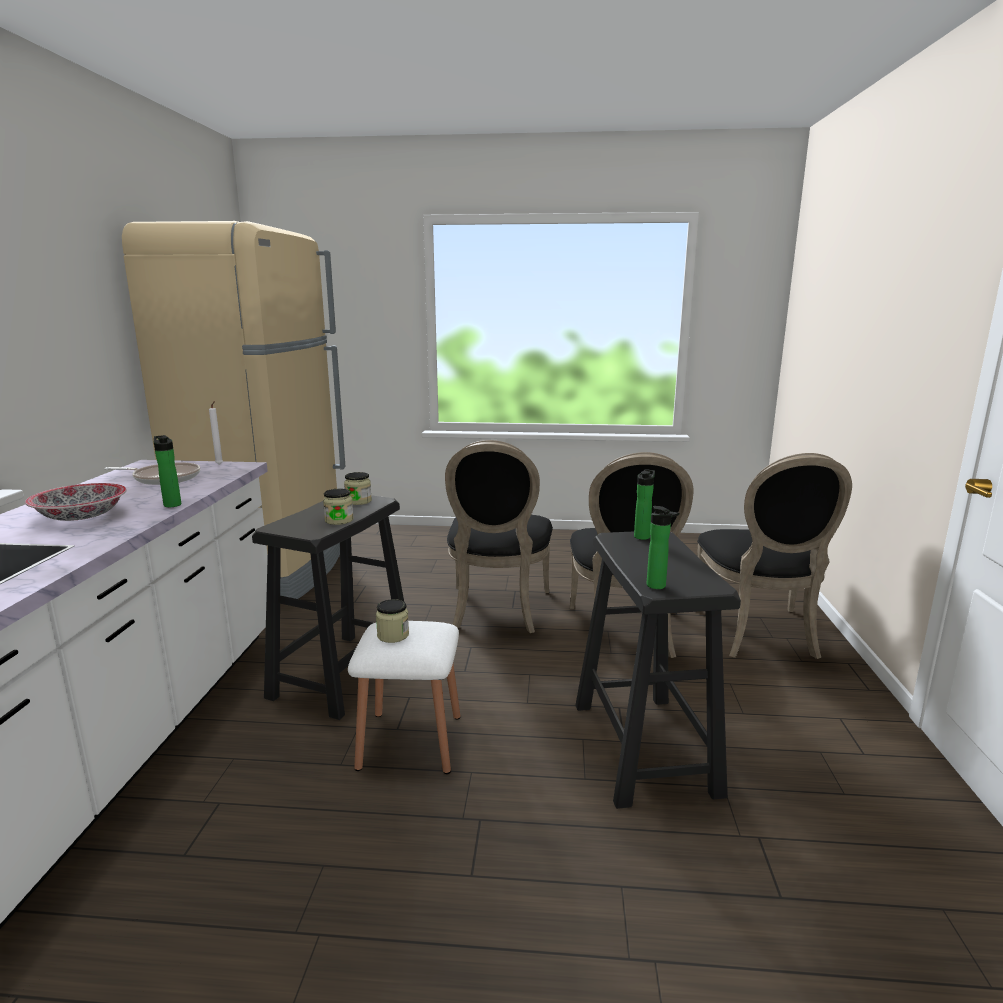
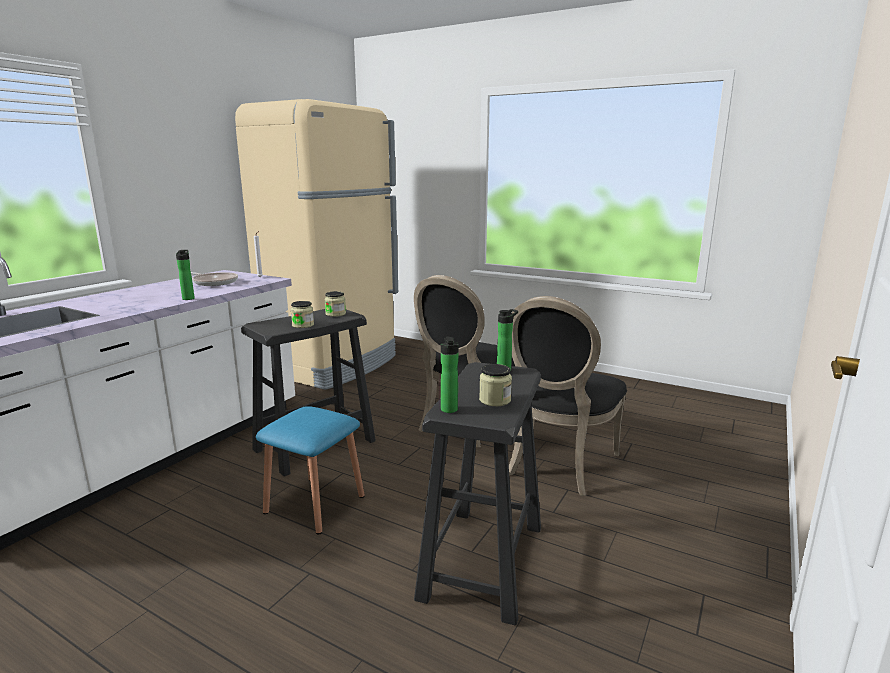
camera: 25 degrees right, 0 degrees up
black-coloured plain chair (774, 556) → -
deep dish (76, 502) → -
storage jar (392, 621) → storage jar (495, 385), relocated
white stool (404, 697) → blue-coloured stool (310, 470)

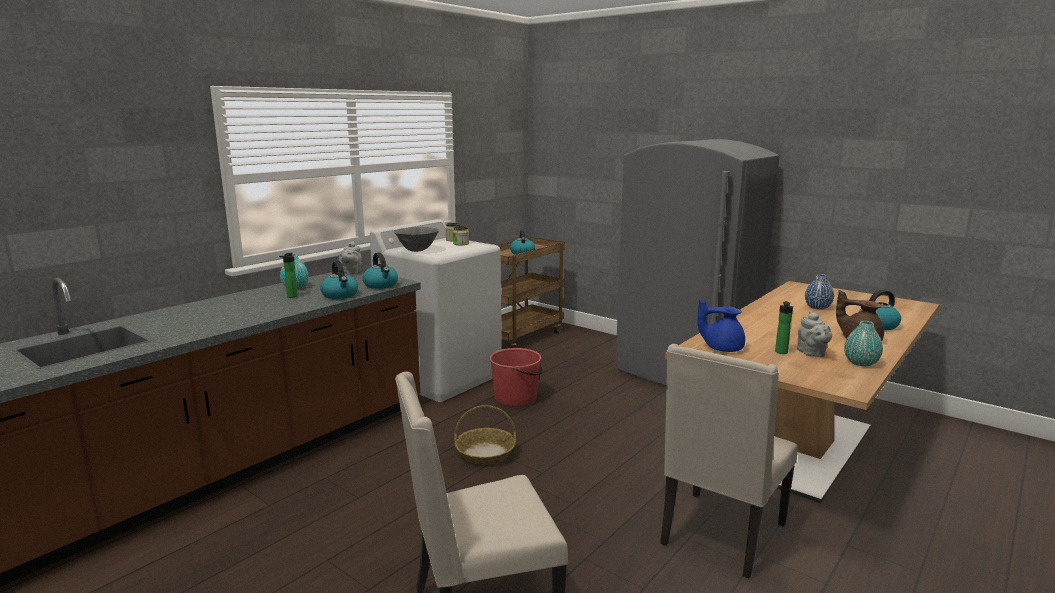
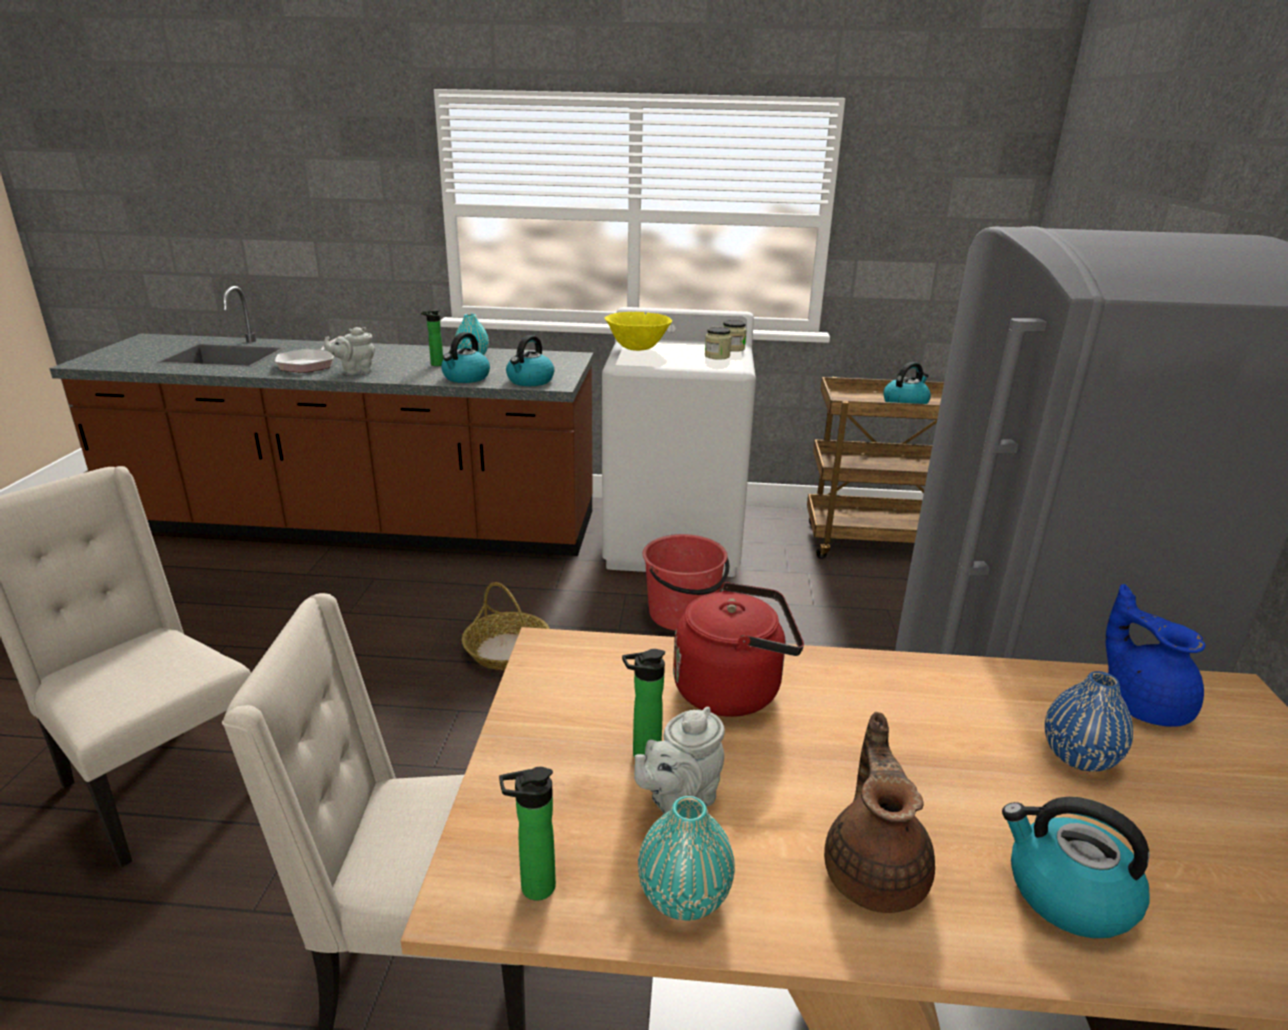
camera: 55 degrees right, 10 degrees up
grey deep dish (416, 239) → yellowish deep dish (638, 331)
grey tea pot (350, 257) → grey tea pot (349, 351), relocated
blue-coloured tea pot (721, 325) → blue-coloured tea pot (1156, 655), relocated
- → skillet (309, 354)
- → red-coloured kettle (738, 649)
- → drink bottle (527, 833)

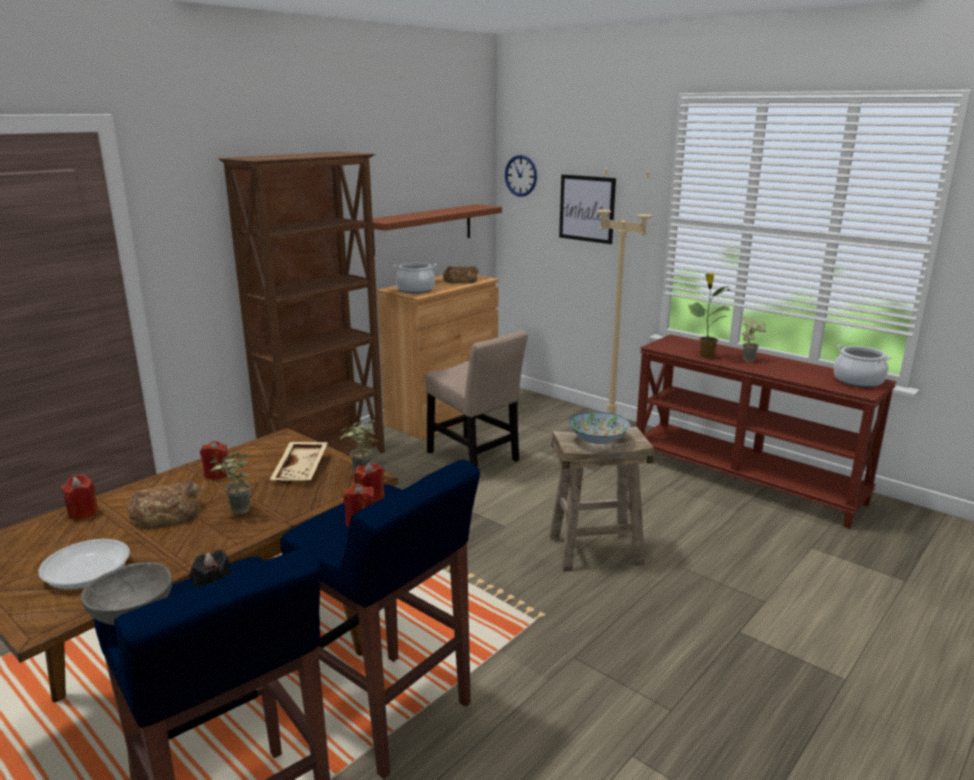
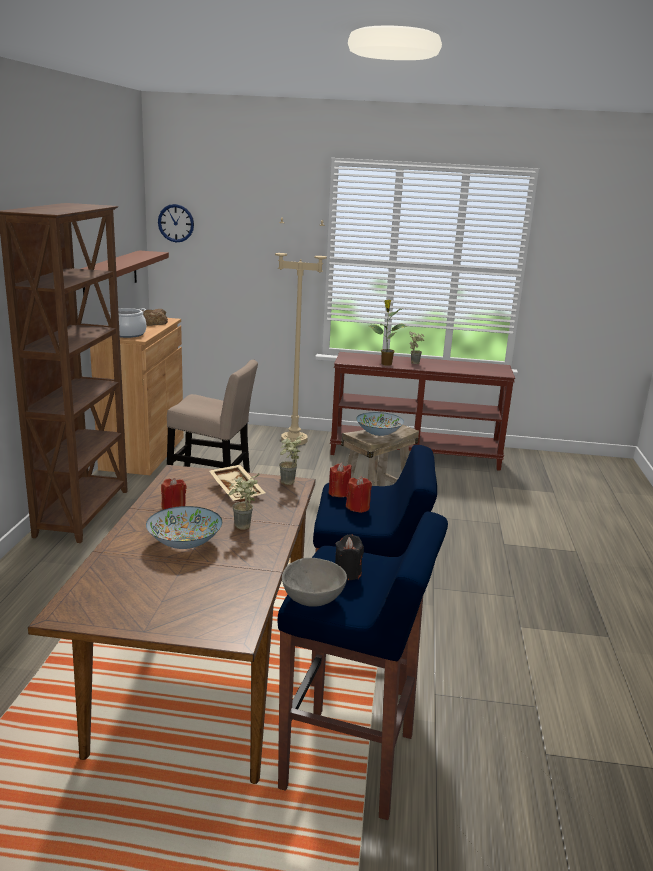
camera: 35 degrees left, 0 degrees up
wall picture (587, 209) → -
cooking pot (863, 366) → -
red-coloured wax candle (80, 497) → -
bread (163, 505) → deep dish (184, 527)
skillet (84, 564) → -

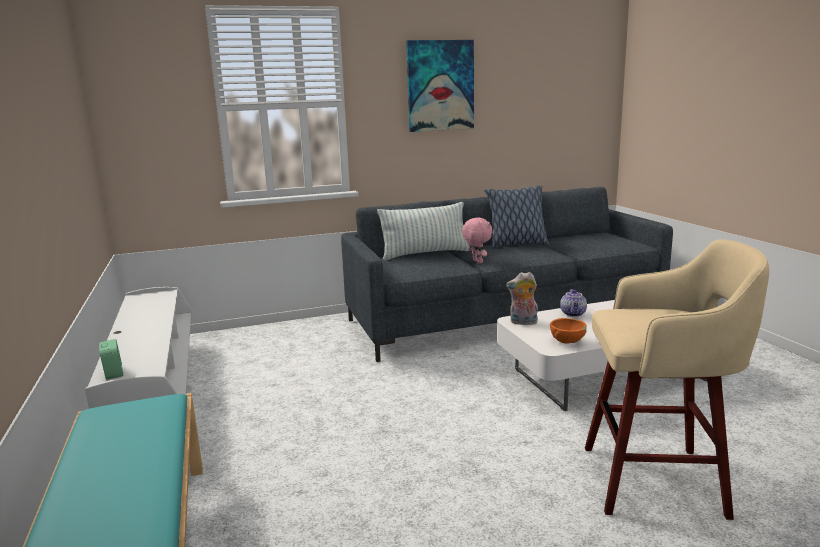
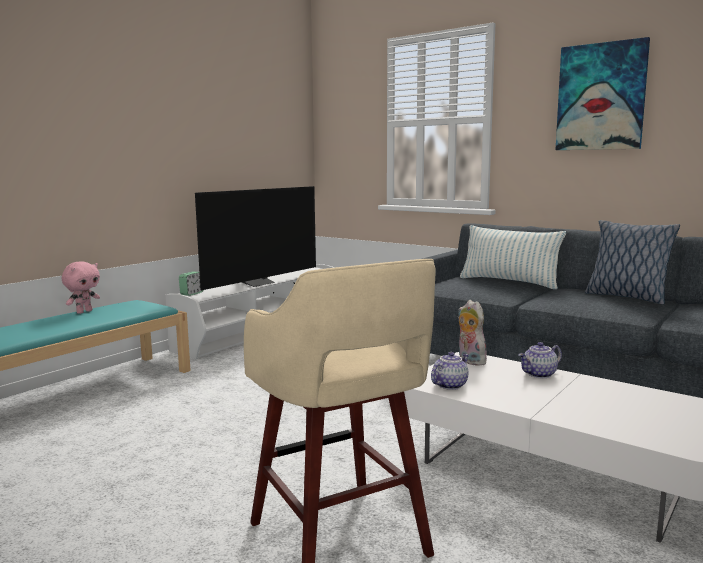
camera: 55 degrees right, 5 degrees down
pink soft toy (477, 240) → pink soft toy (81, 287), relocated
orangey deep dish (568, 331) → tea pot (450, 371)
- → television (255, 238)

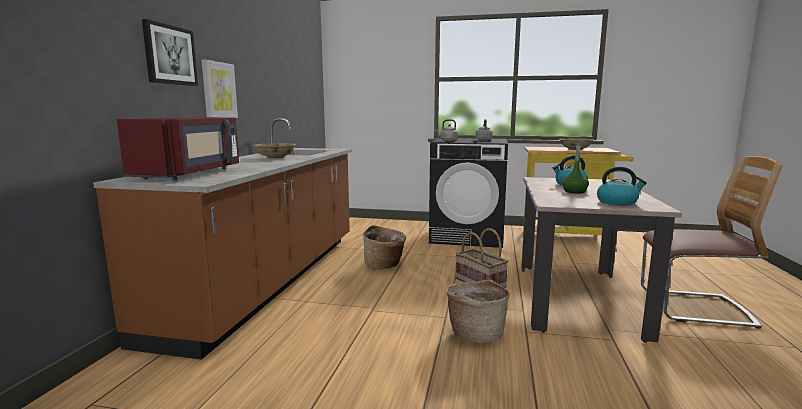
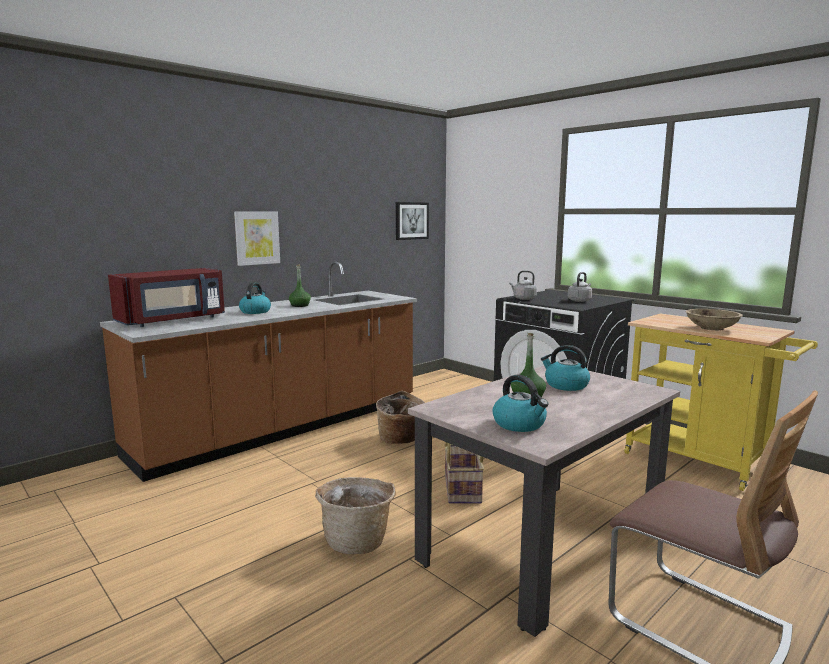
camera: 35 degrees right, 0 degrees up
wall picture (170, 52) → wall picture (412, 221), relocated
sand-coloured deep dish (275, 151) → green-coloured drink bottle (300, 285)
- → kettle (255, 298)

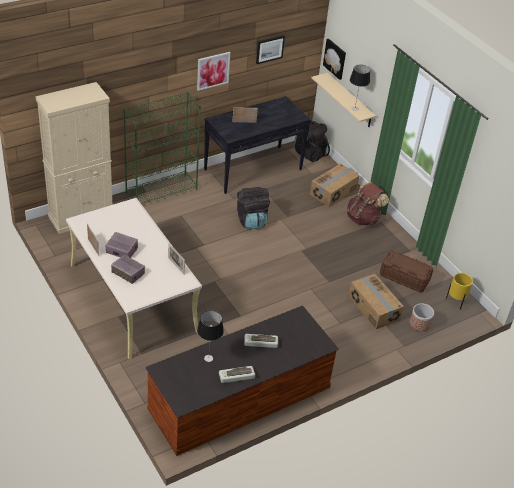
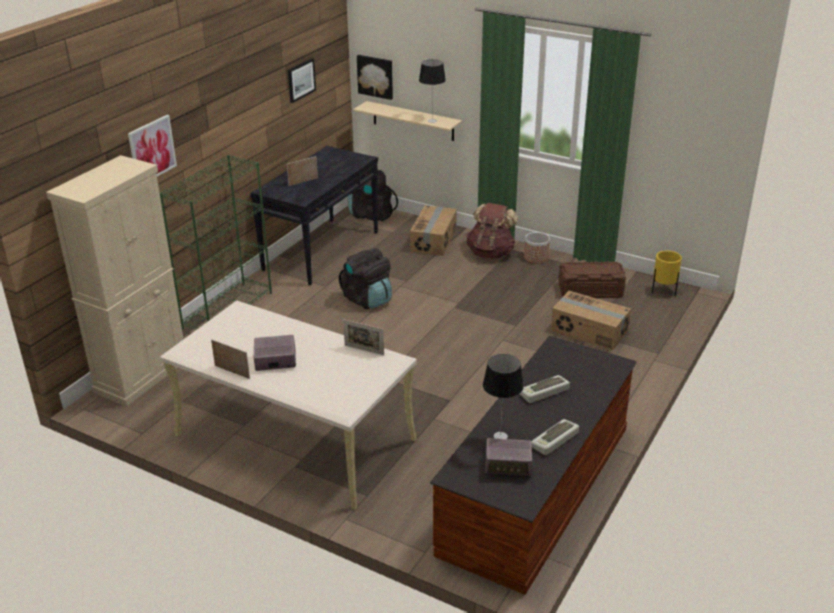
camera: 25 degrees left, 10 degrees down
wall picture (213, 71) → wall picture (152, 145), relocated
radio (128, 269) → radio (508, 457), relocated
planter (422, 317) → planter (537, 248), relocated

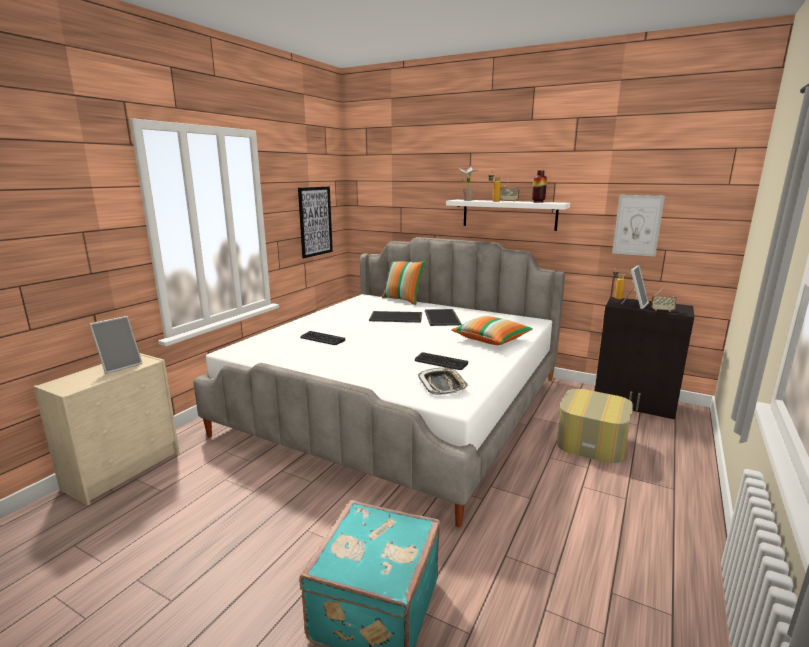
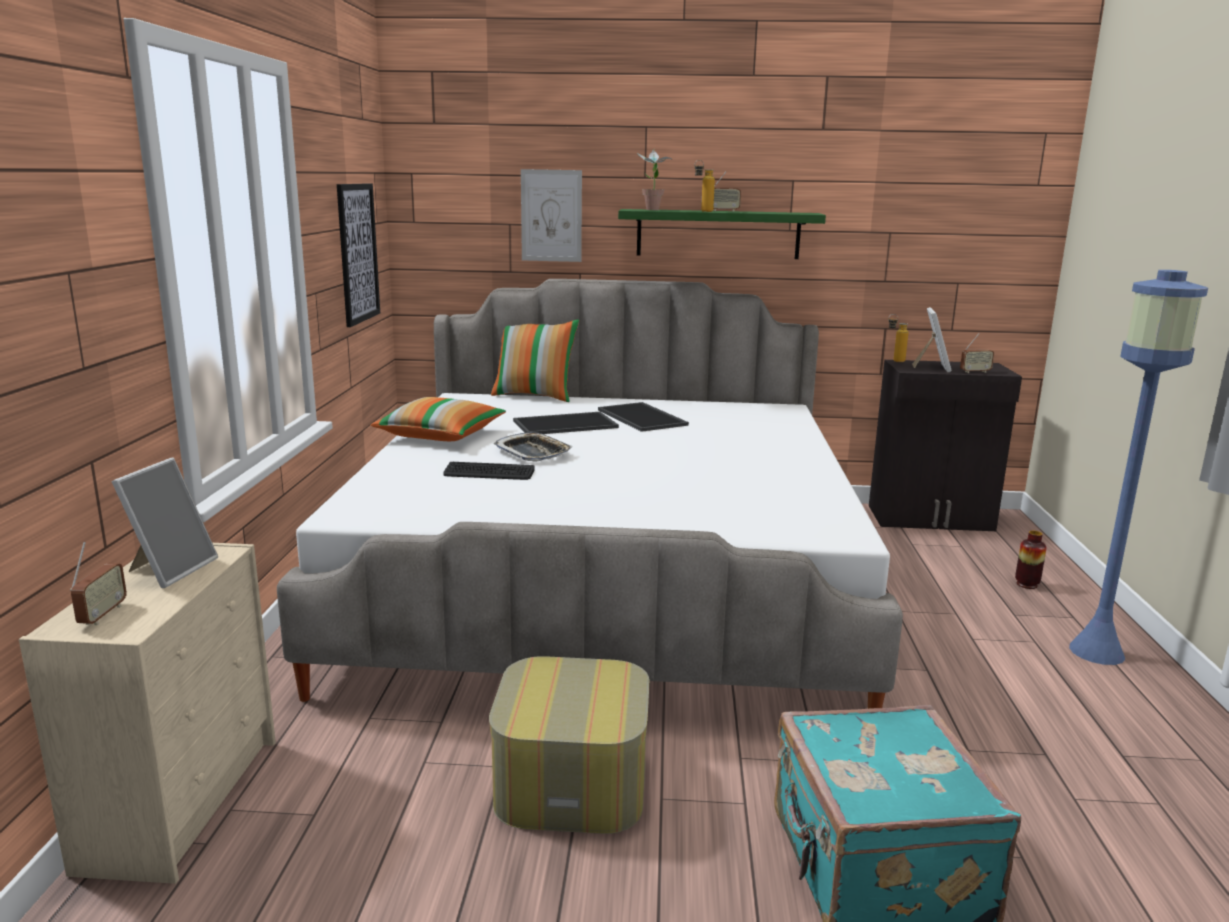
camera: 25 degrees left, 0 degrees up
decorative vase (539, 186) → decorative vase (1031, 560), relocated
wall picture (638, 226) → wall picture (551, 215), relocated
white bracket shelf (508, 215) → green-coloured bracket shelf (722, 234)
pillow (492, 330) → pillow (438, 419), relocated
computer keyboard (441, 361) → -
serving tray (443, 381) → serving tray (533, 446), relocated
ottoman (595, 426) → ottoman (569, 745), relocated
- → blue-coloured floor lamp (1138, 467)
- → radio (98, 583)

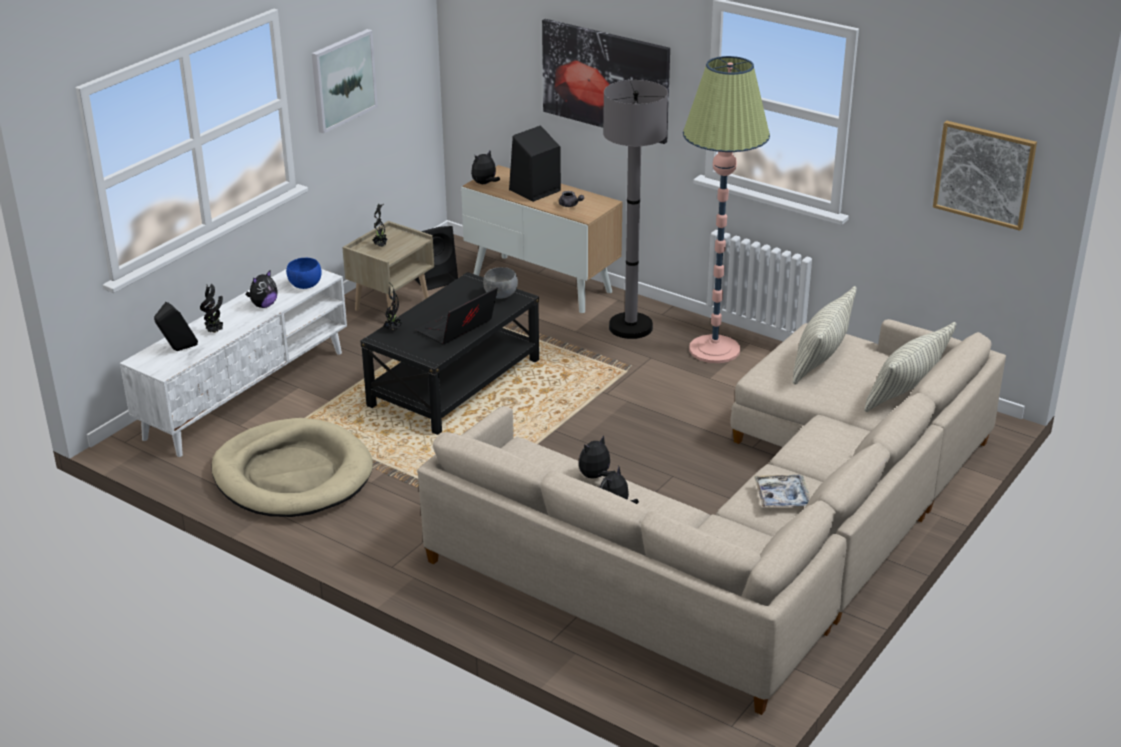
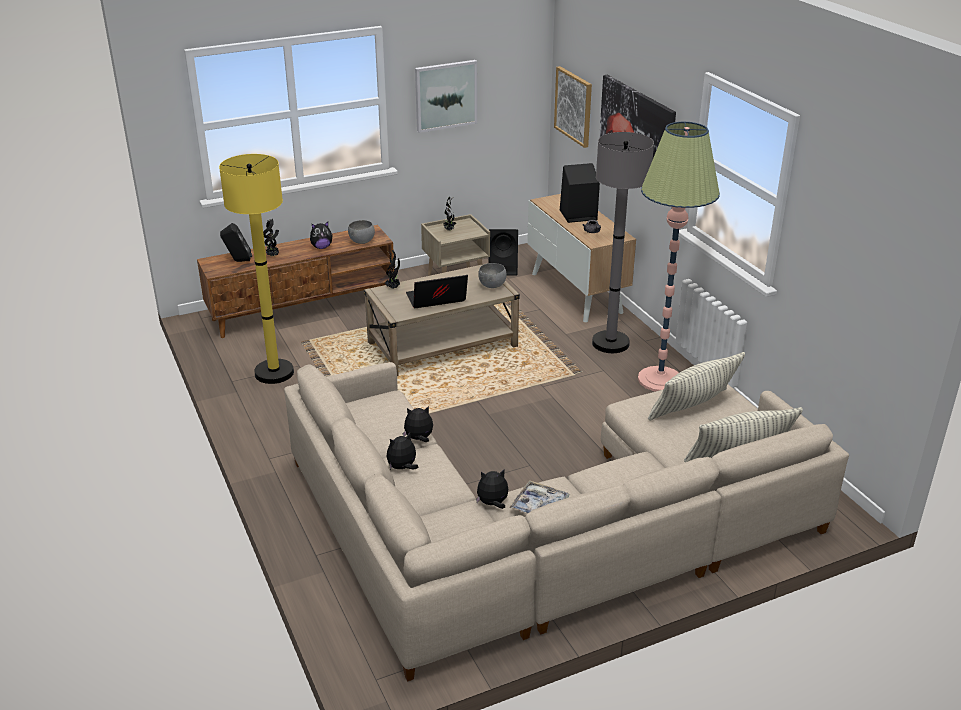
camera: 30 degrees right, 0 degrees up
wall picture (985, 176) → wall picture (573, 107), relocated
soft toy (485, 167) → soft toy (492, 489), relocated
blue-coloured deep dish (304, 273) → grey deep dish (361, 232)
white media console (233, 363) → brown-coloured media console (295, 281)
black-coloured coffee table (449, 353) → sand-coloured coffee table (442, 319)
sand-coloured dog cushion (292, 467) → yellowish floor lamp (256, 269)

